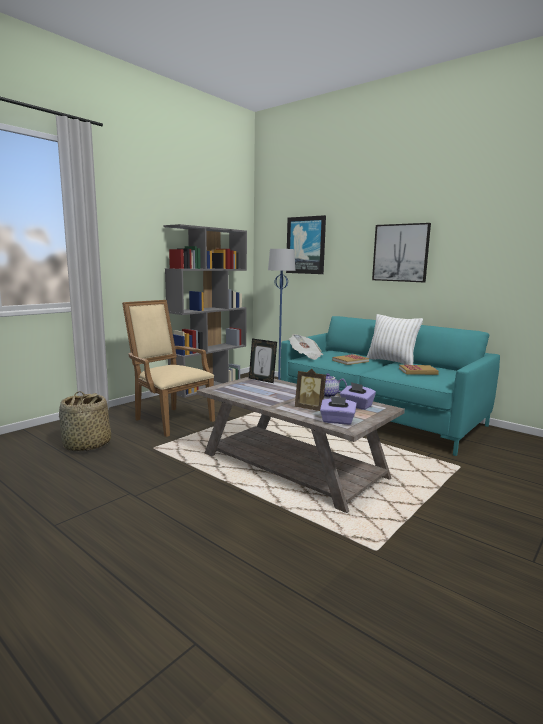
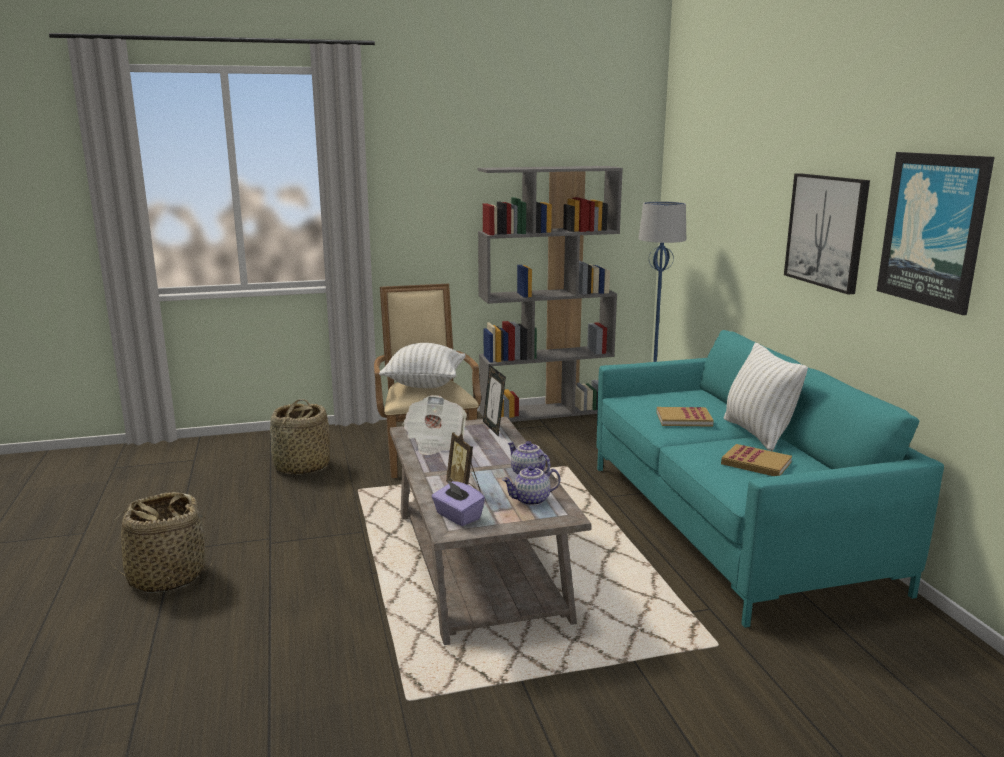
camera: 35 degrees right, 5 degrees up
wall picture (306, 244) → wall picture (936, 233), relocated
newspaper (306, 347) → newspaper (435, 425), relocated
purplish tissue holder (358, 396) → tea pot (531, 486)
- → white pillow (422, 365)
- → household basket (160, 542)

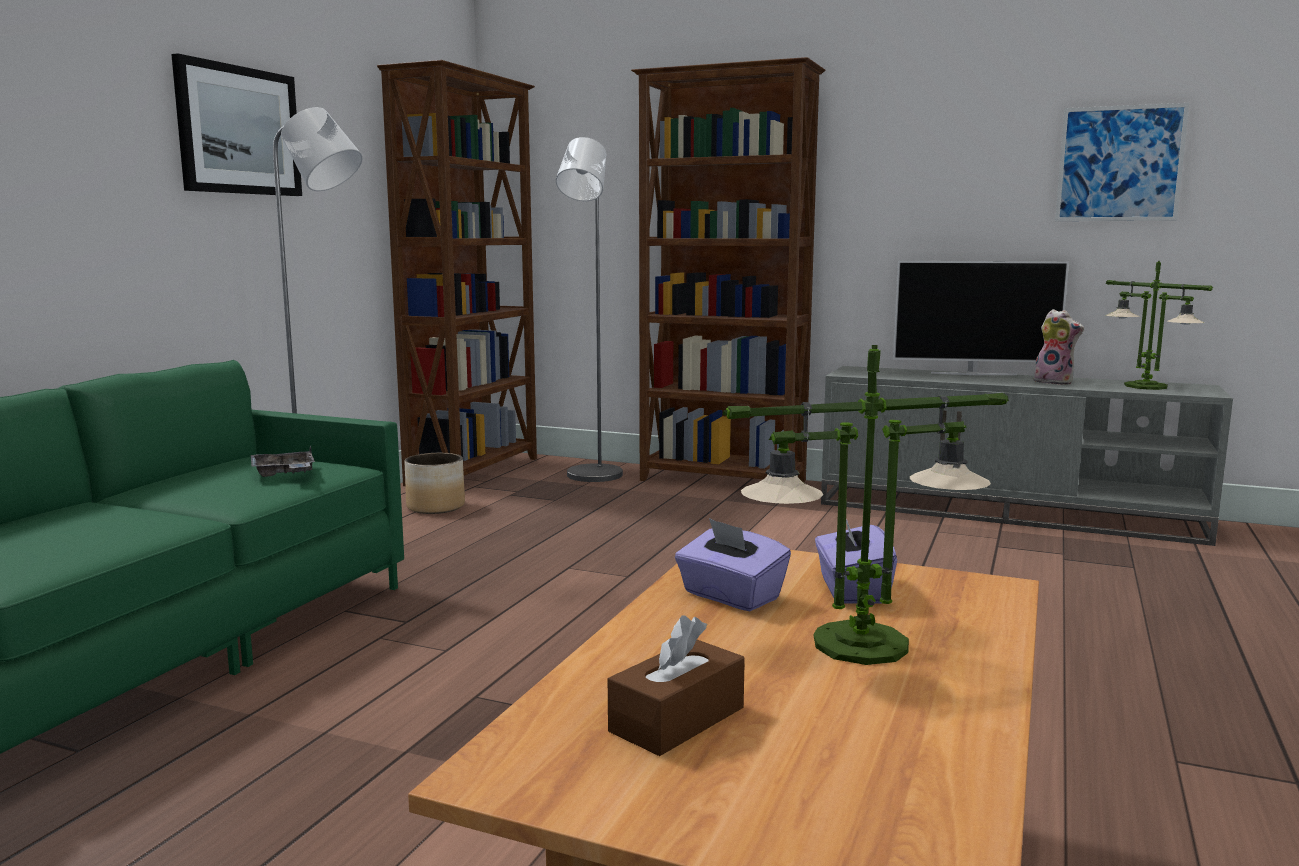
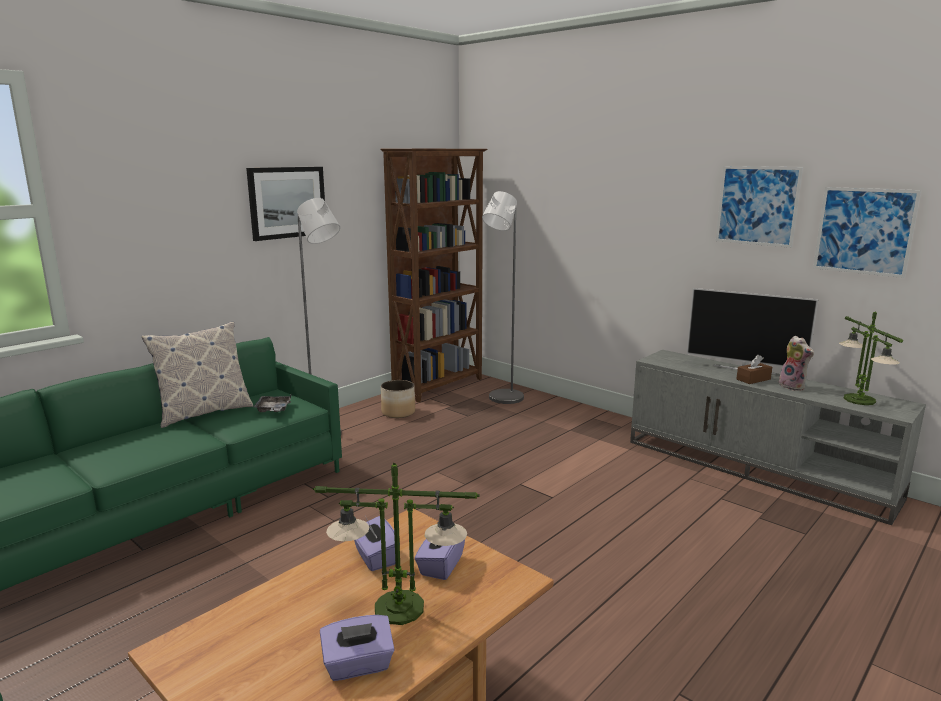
camera: 20 degrees right, 5 degrees up
brown-coloured shelving unit (728, 269) → -
brown-coloured tissue holder (676, 685) → brown-coloured tissue holder (754, 369), relocated
- → wall picture (759, 207)
- → pillow (197, 375)
- → purplish tissue holder (357, 648)

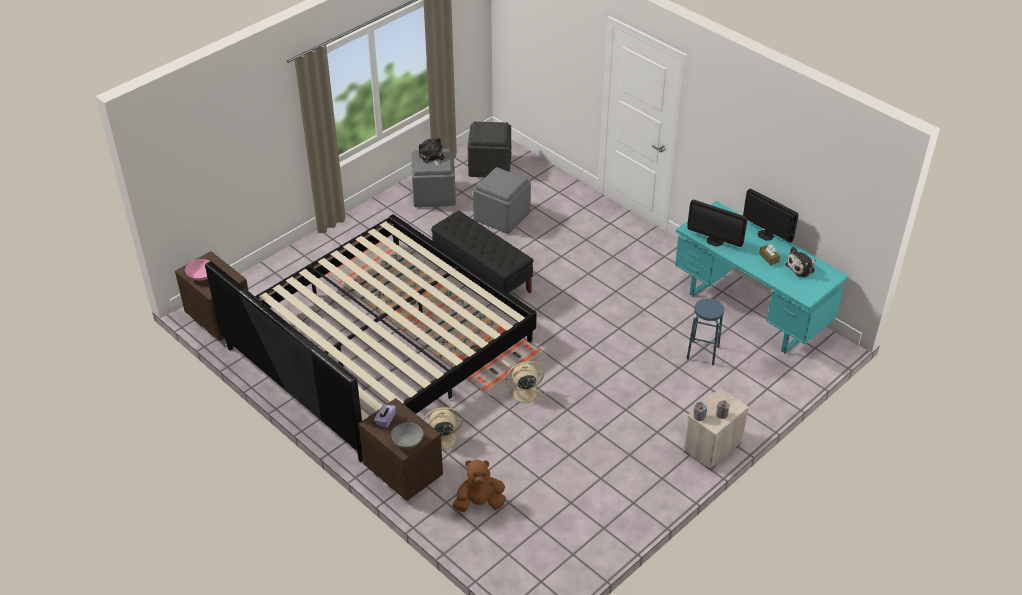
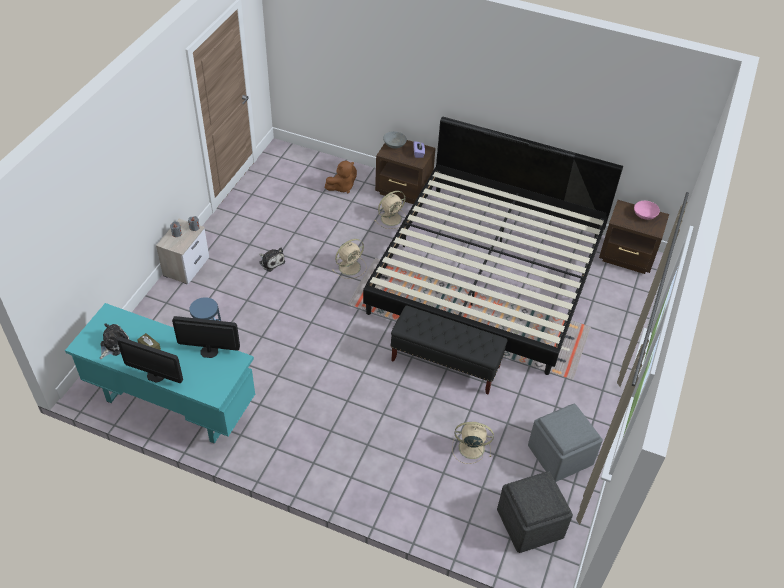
camera: 155 degrees right, 5 degrees up
soft toy (431, 152) → soft toy (272, 259), relocated
grey ottoman (502, 200) → sand-coloured electric fan (473, 443)

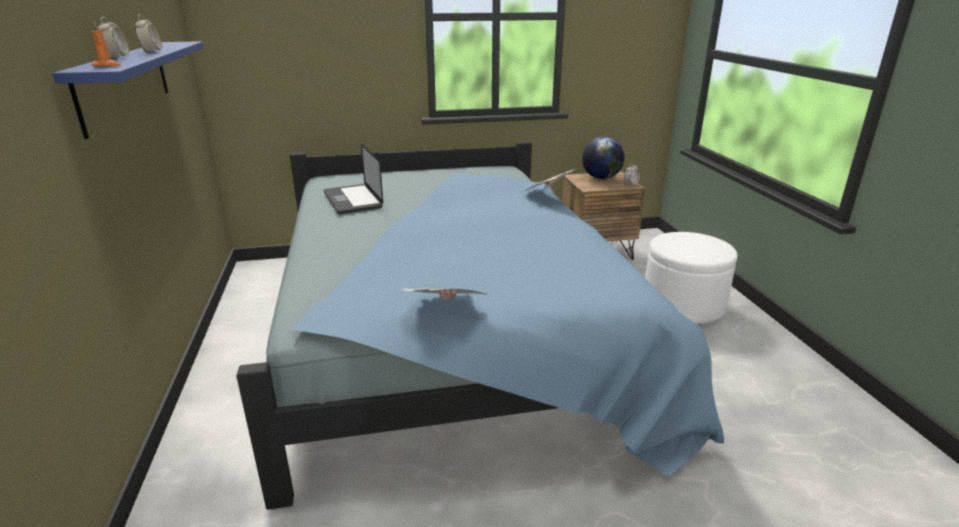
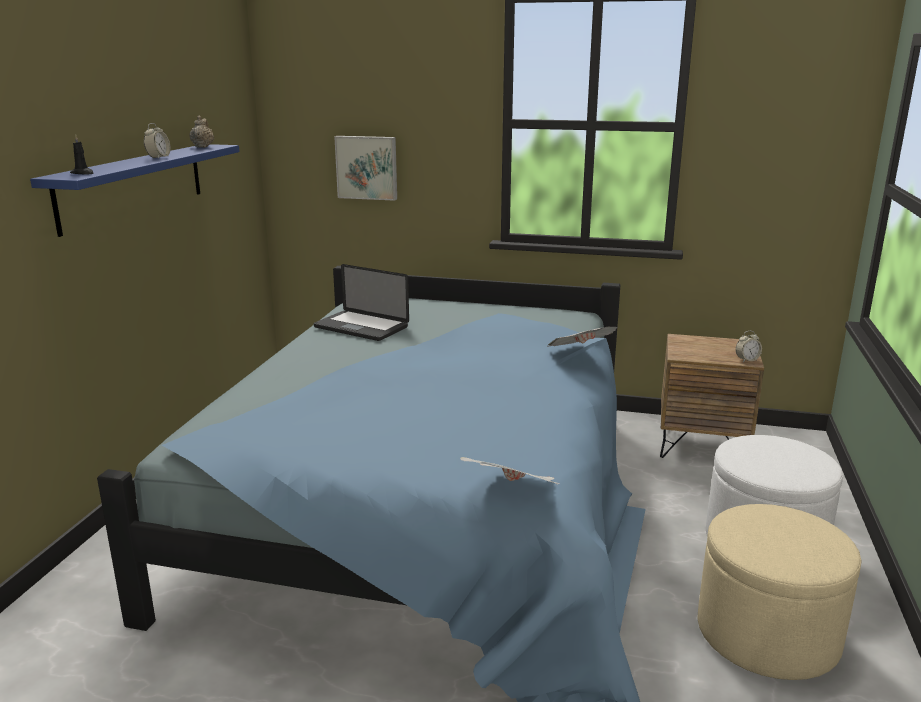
camera: 25 degrees right, 5 degrees down
bedside clock (113, 37) → -
orangey wax candle (106, 43) → black-coloured wax candle (82, 154)
world globe (603, 157) → -
portable computer (353, 179) → portable computer (361, 302), 60 degrees counterclockwise
newspaper (444, 294) → newspaper (510, 470), relocated
- → sand-coloured tea pot (201, 132)
- → wall picture (365, 168)
- → sand-coloured ottoman (779, 592)

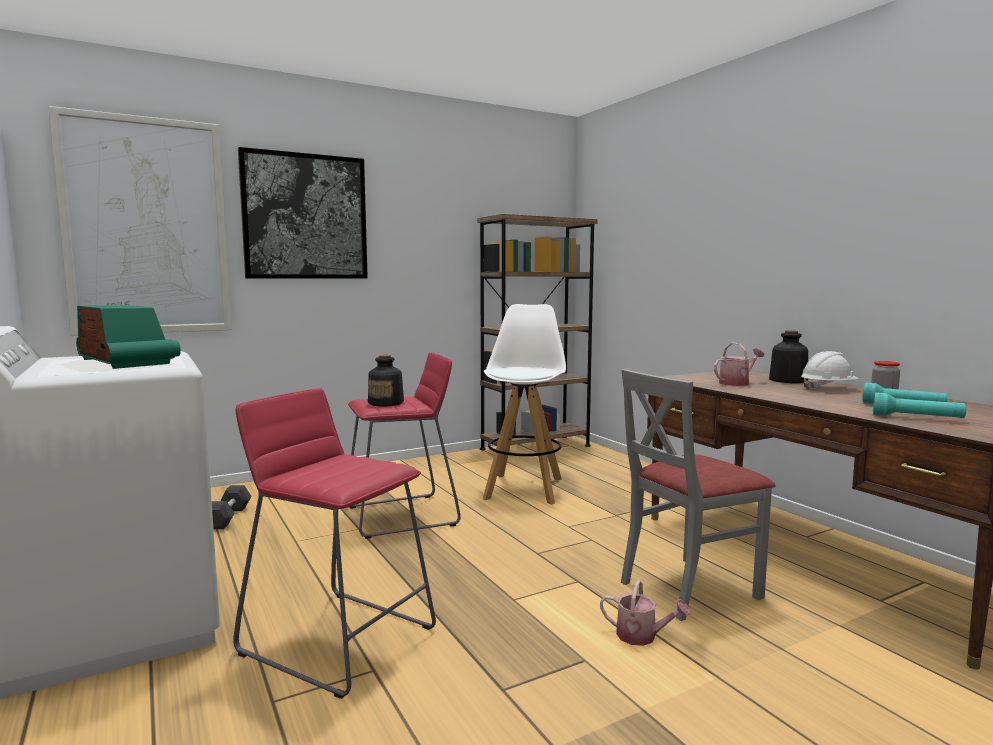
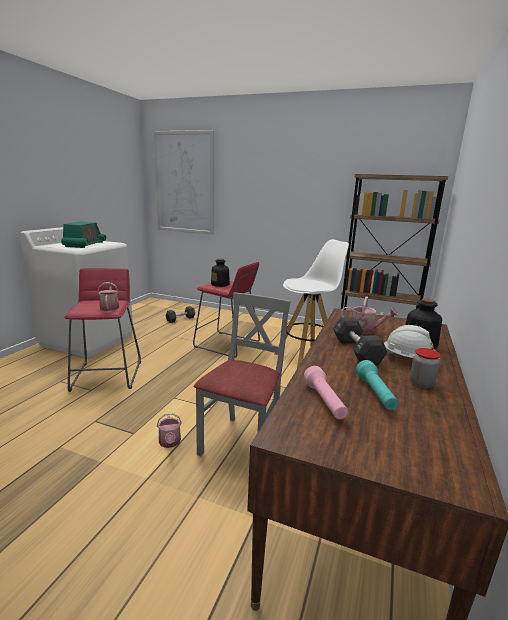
camera: 50 degrees right, 10 degrees up
wall picture (303, 213) → -
grey plain chair (698, 495) → grey plain chair (242, 374), 90 degrees clockwise
turquoise-coloured hand torch (919, 405) → pink hand torch (326, 392)
- → watering pot (108, 296)
- → black-coloured hand weight (360, 341)

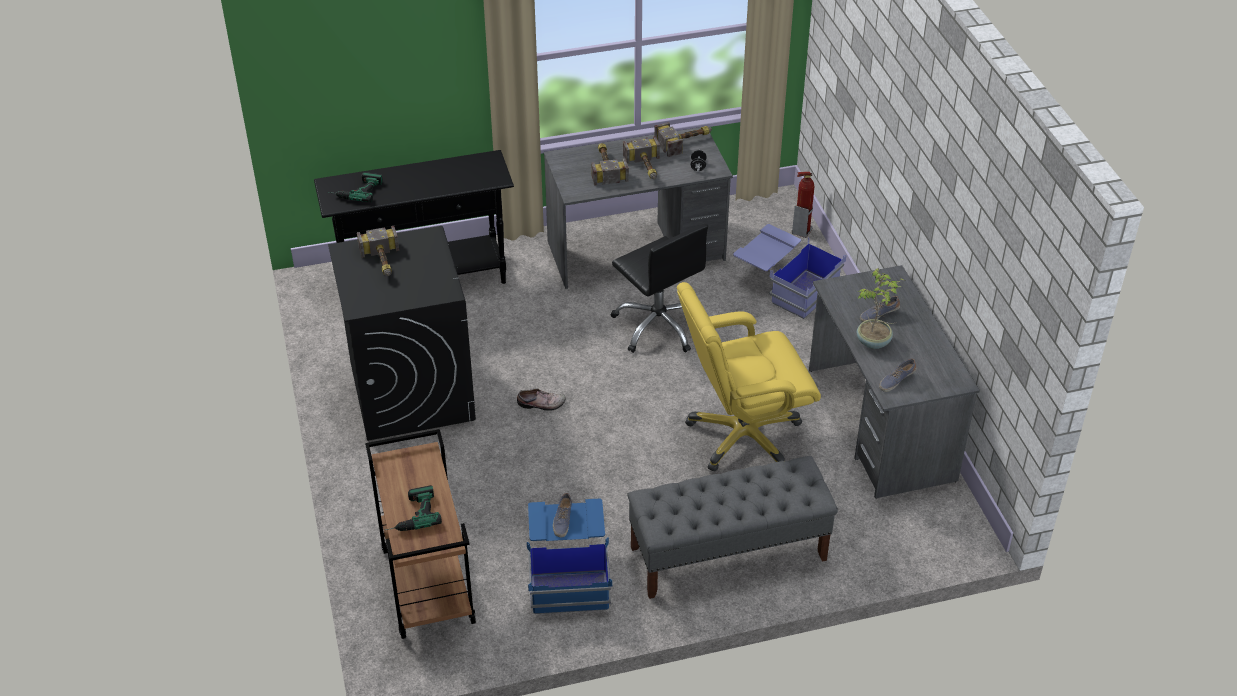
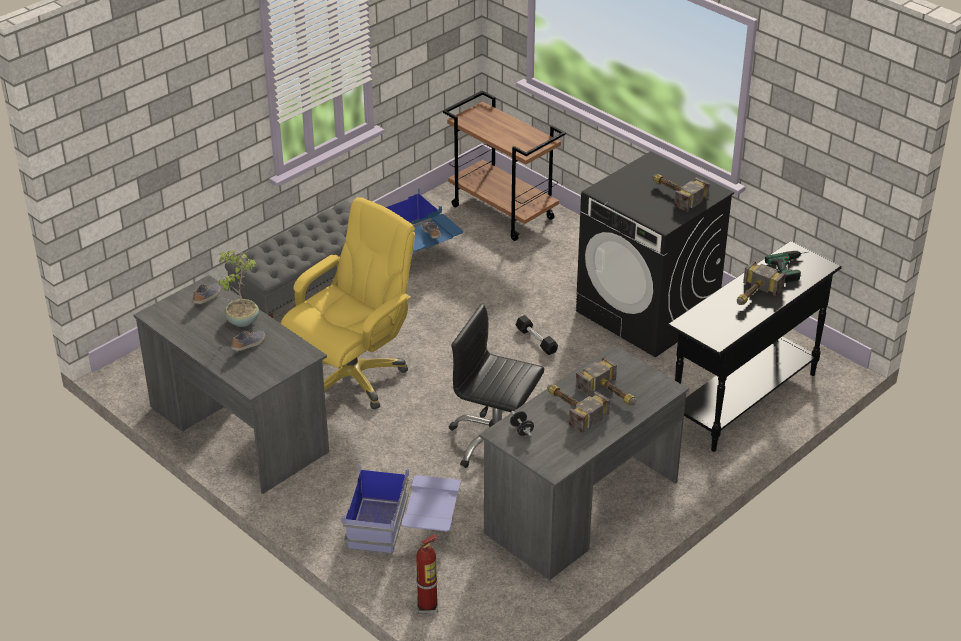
camera: 150 degrees right, 5 degrees down
tool hammer (683, 139) → tool hammer (761, 282), relocated
item of footwear (541, 399) → black-coloured hand weight (536, 335)
electric drill (413, 508) → -

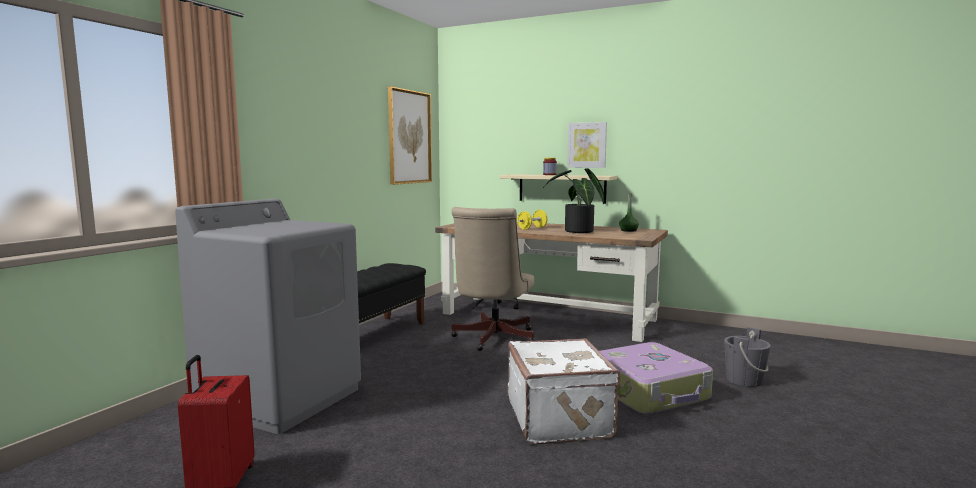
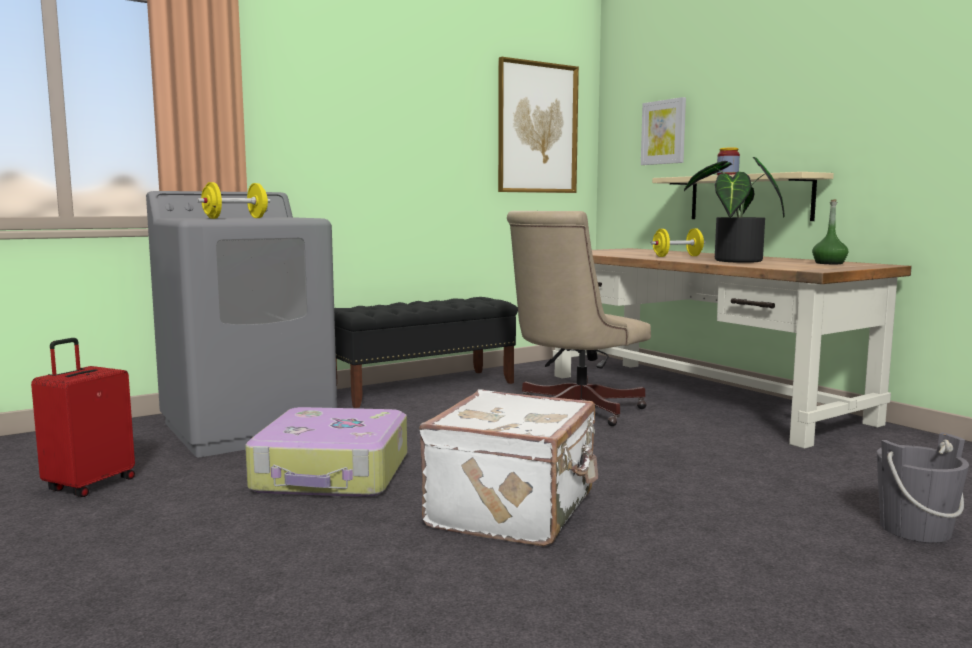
camera: 30 degrees right, 0 degrees up
wall picture (587, 145) → wall picture (663, 131), relocated
suitcase (656, 378) → suitcase (326, 452), relocated
- → yellowish hand weight (233, 200)

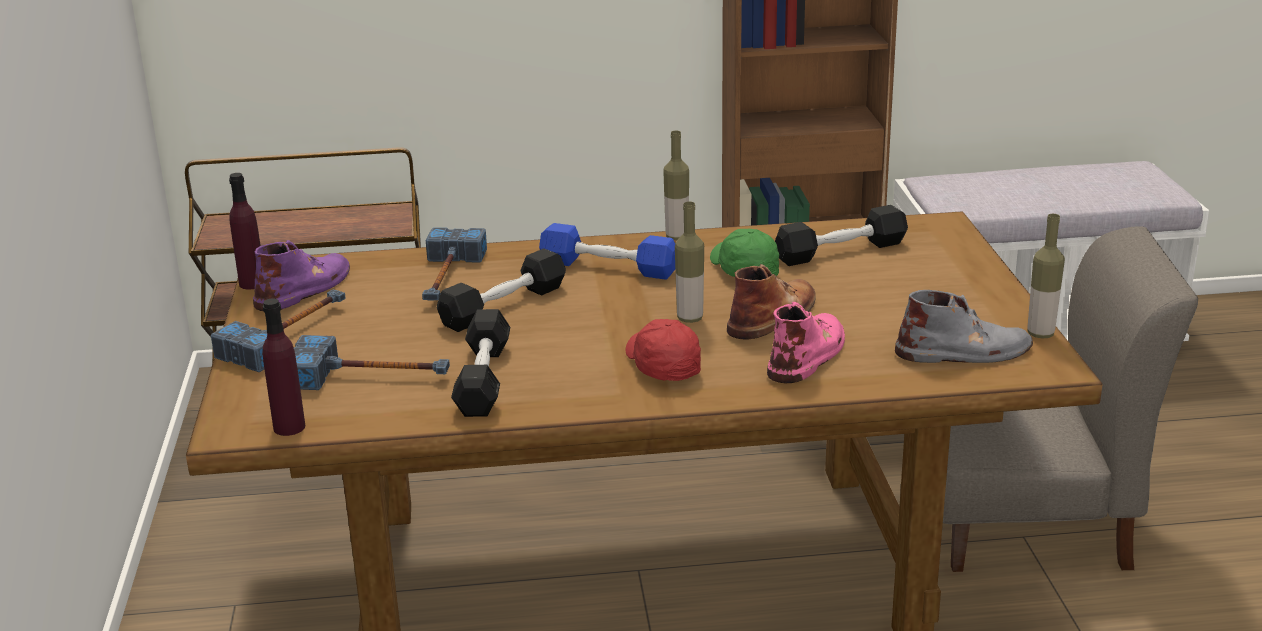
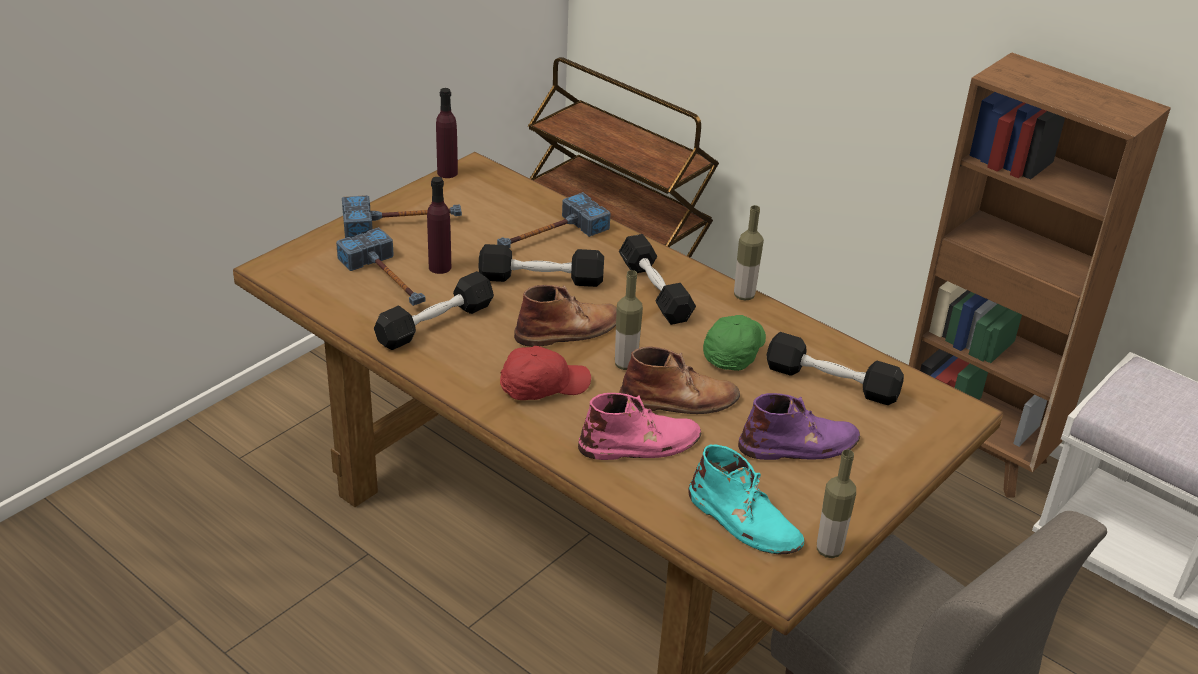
camera: 45 degrees right, 10 degrees up
blue-coloured hand weight (607, 251) → black-coloured hand weight (657, 279)
purplish boot (301, 275) → purplish boot (799, 426), relocated
grey boot (964, 326) → turquoise-coloured boot (746, 499)
purplish drink bottle (284, 367) → purplish drink bottle (439, 225), relocated
red-coloured baseball cap (663, 350) → red-coloured baseball cap (545, 373), 45 degrees clockwise
- → brown-coloured boot (565, 316)

